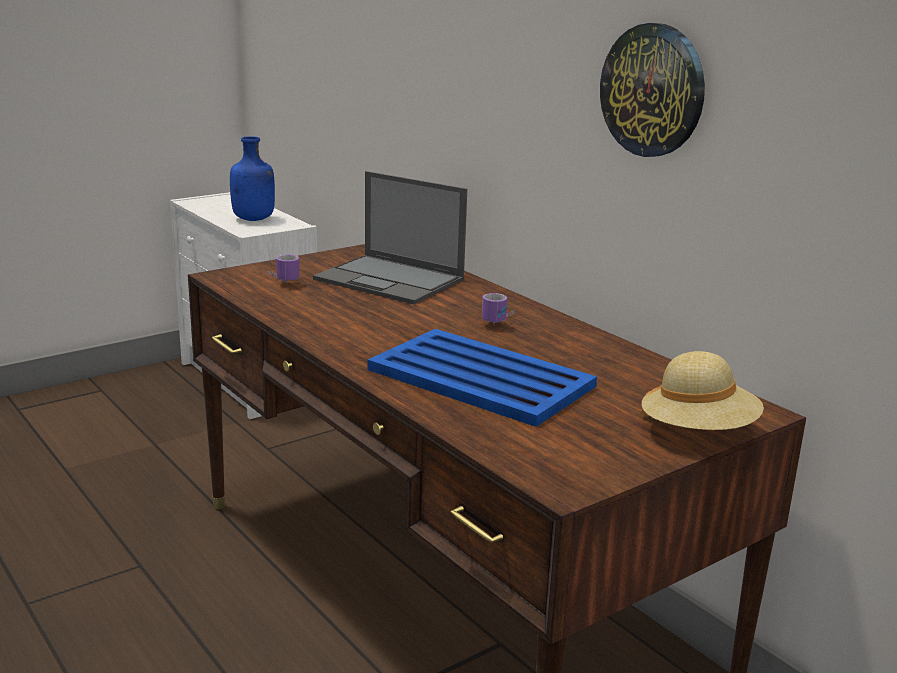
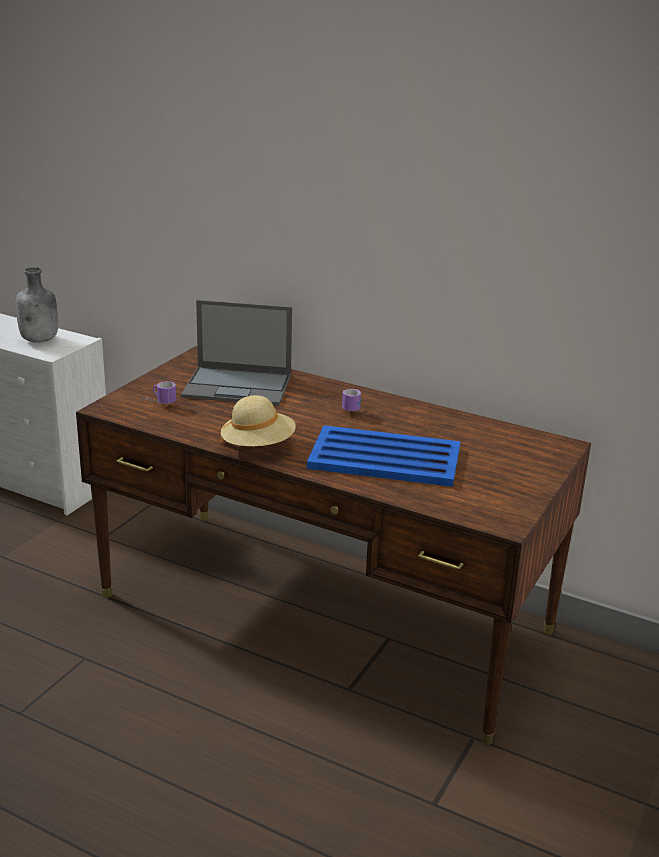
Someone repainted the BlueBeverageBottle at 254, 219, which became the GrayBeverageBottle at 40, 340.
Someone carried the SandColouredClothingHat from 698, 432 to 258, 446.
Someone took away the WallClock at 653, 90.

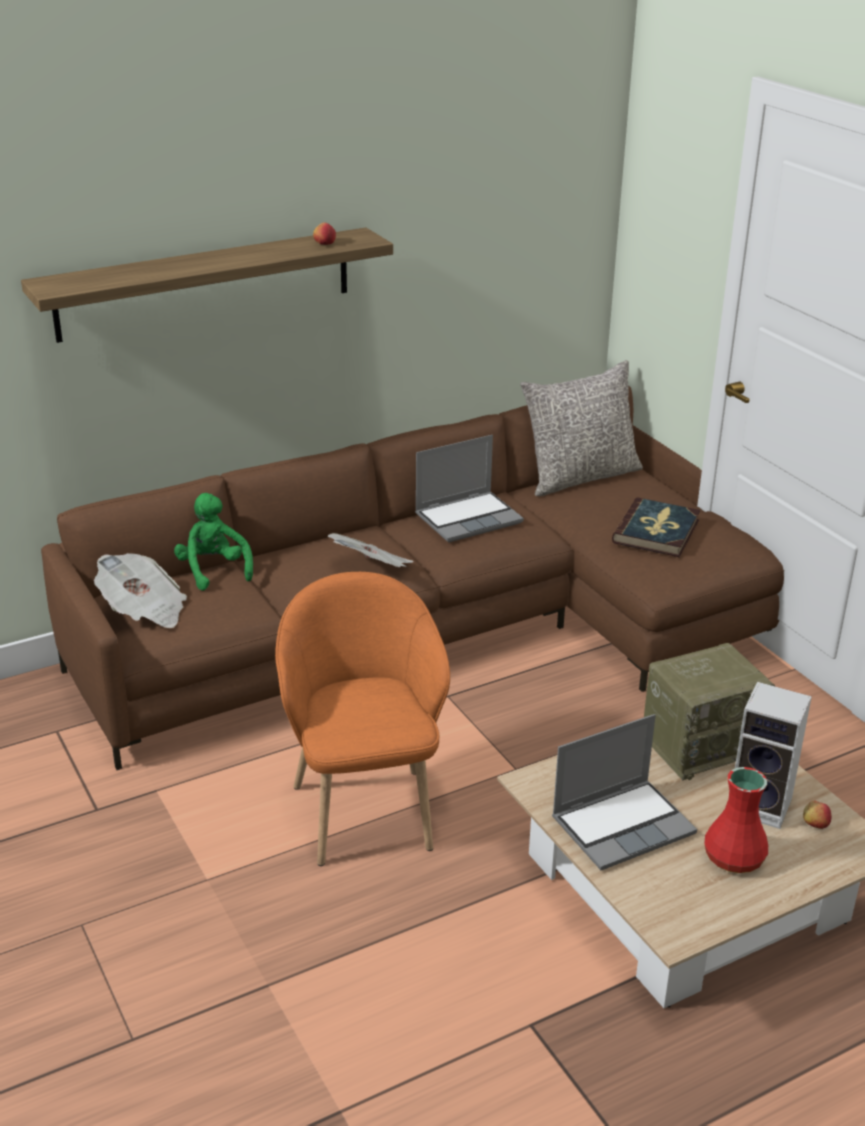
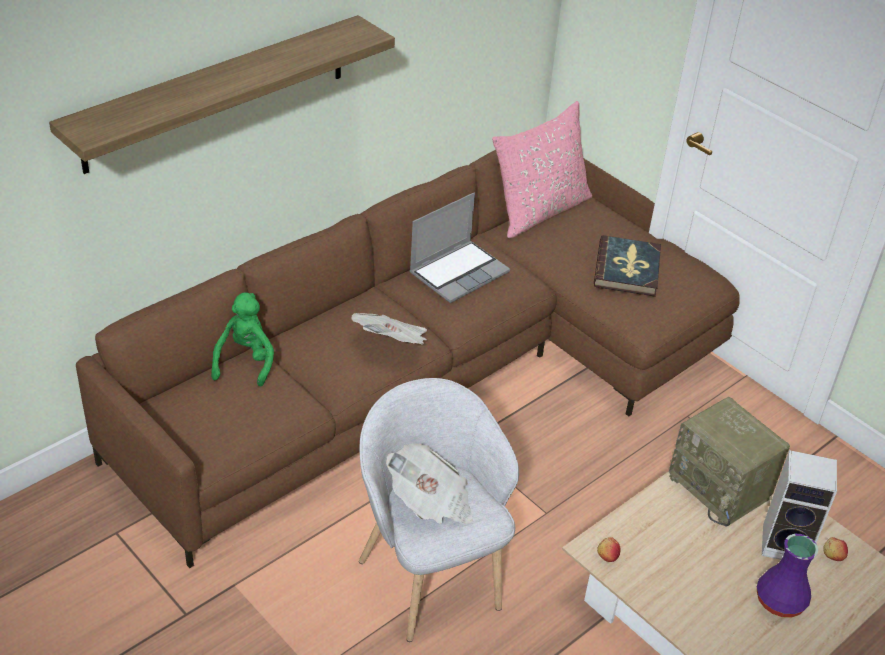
Someone rotated the GreenishPlushToy at 213, 570 by 45 degrees clockwise.
Someone repainted the OrangeColouredArmchair at 364, 811, which became the GrayArmchair at 430, 578.
Someone carried the DailyPaper from 144, 611 to 430, 502.
Someone repainted the GrayCushion at 580, 476, which became the PinkCushion at 539, 211.
Someone carried the WholeApple from 324, 244 to 607, 556.
Someone rotated the RadioSet at 702, 745 by 90 degrees clockwise.
Someone repainted the ReddishVase at 735, 859, which became the PurpleColouredVase at 781, 602.
Someone took away the Laptop at 623, 825.

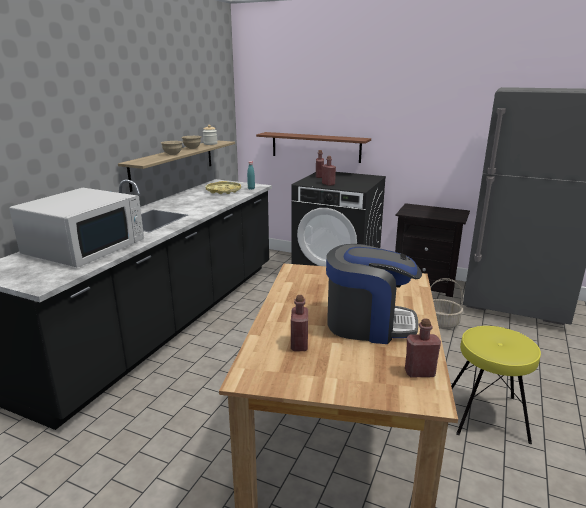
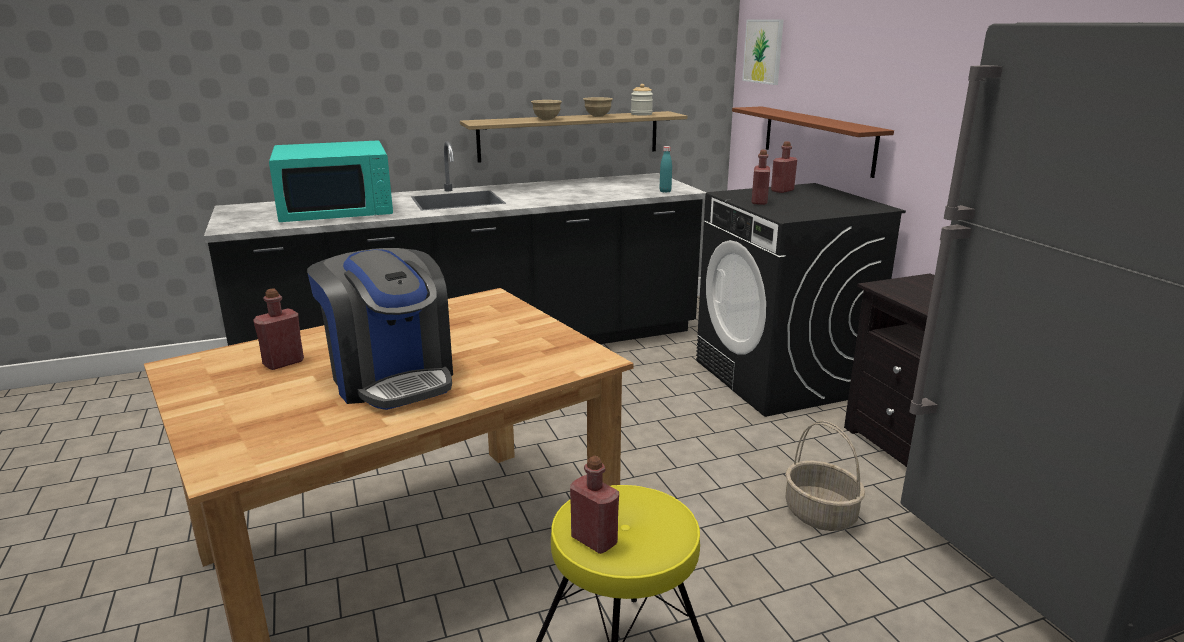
Someone repainted the WhiteKitchenMicrowave at 86, 247, which became the TurquoiseKitchenMicrowave at 337, 209.
Someone carried the ReddishBeverageBottle from 419, 373 to 594, 540.
Someone put up the WallArt at 763, 51.
Someone took away the YellowTray at 223, 191.

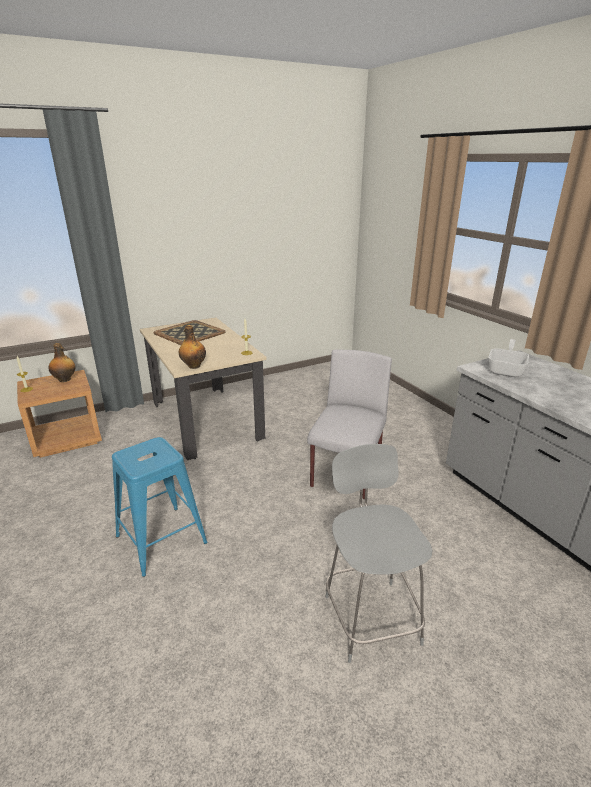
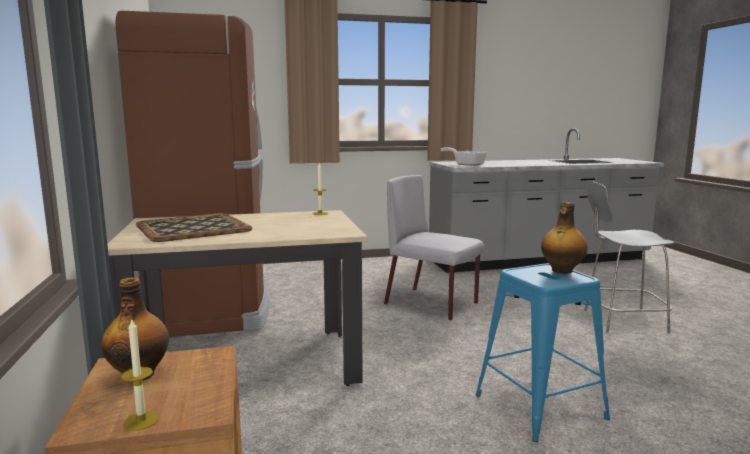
Someone put down the BrownishKitchenFridge at 213, 306.
Someone carried the BeverageBottle from 193, 366 to 561, 271.

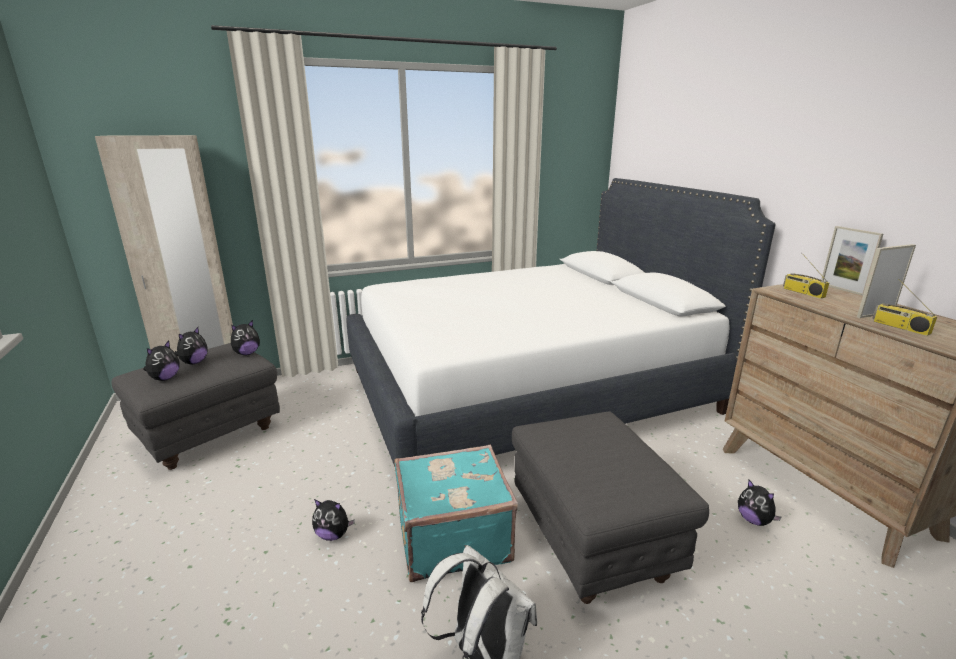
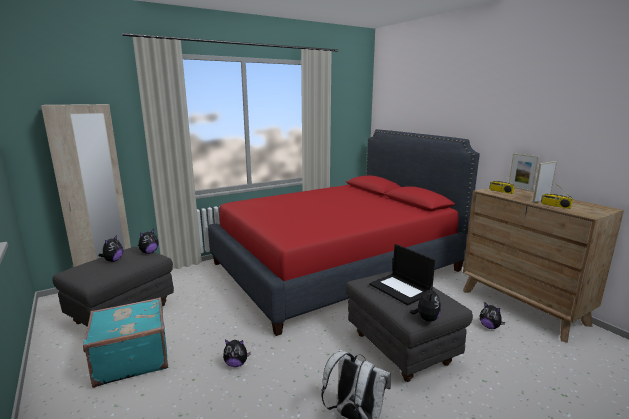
Someone carried the TurquoisePieceOfLuggage from 452, 536 to 131, 359.
Someone repainted the WhiteBedroomBed at 528, 390, which became the ReddishBedroomBed at 336, 267.
Someone put down the Laptop at 401, 289.
Someone carried the PlushToy from 165, 378 to 426, 319.

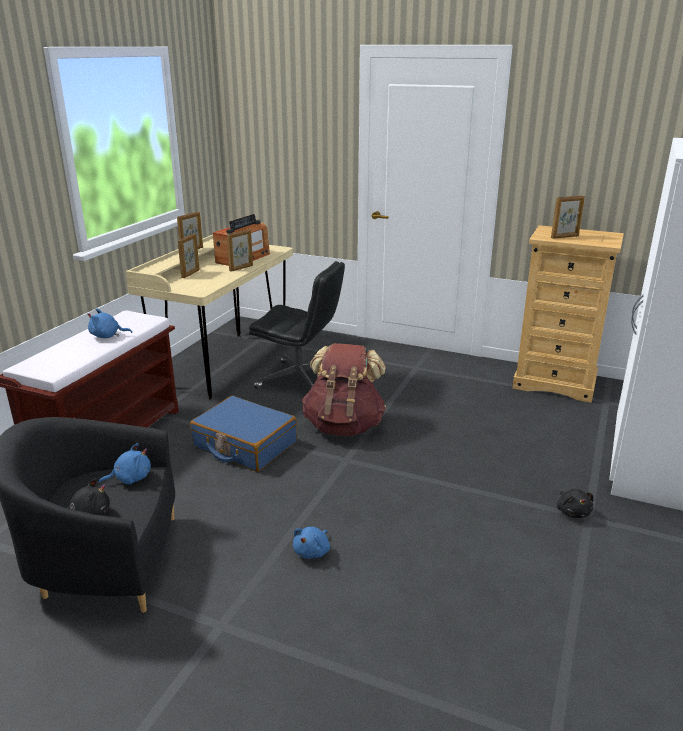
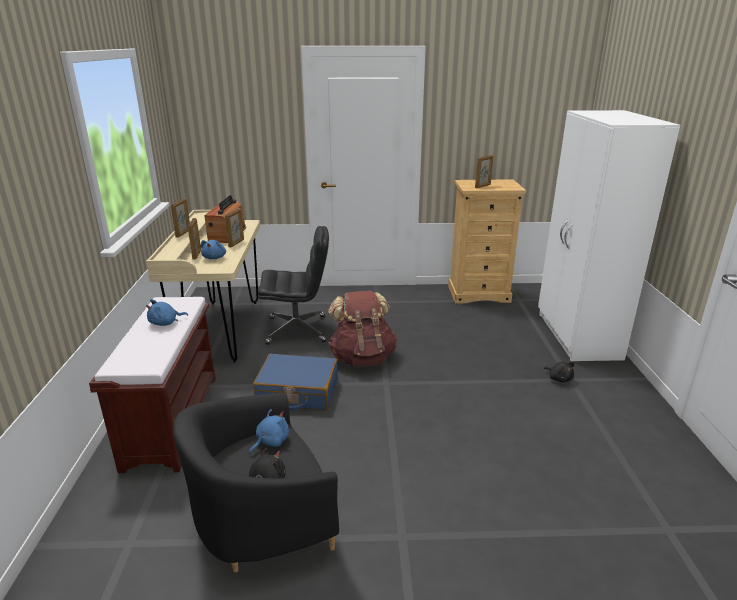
Someone carried the BluePlushToy from 313, 552 to 215, 257.

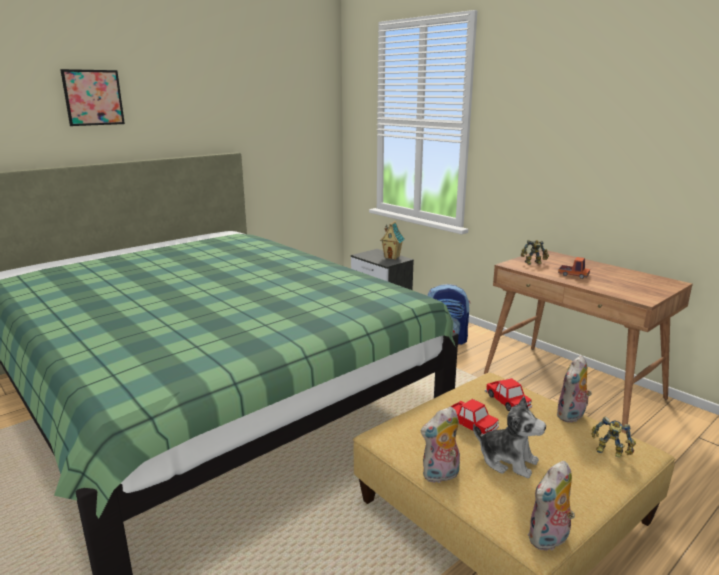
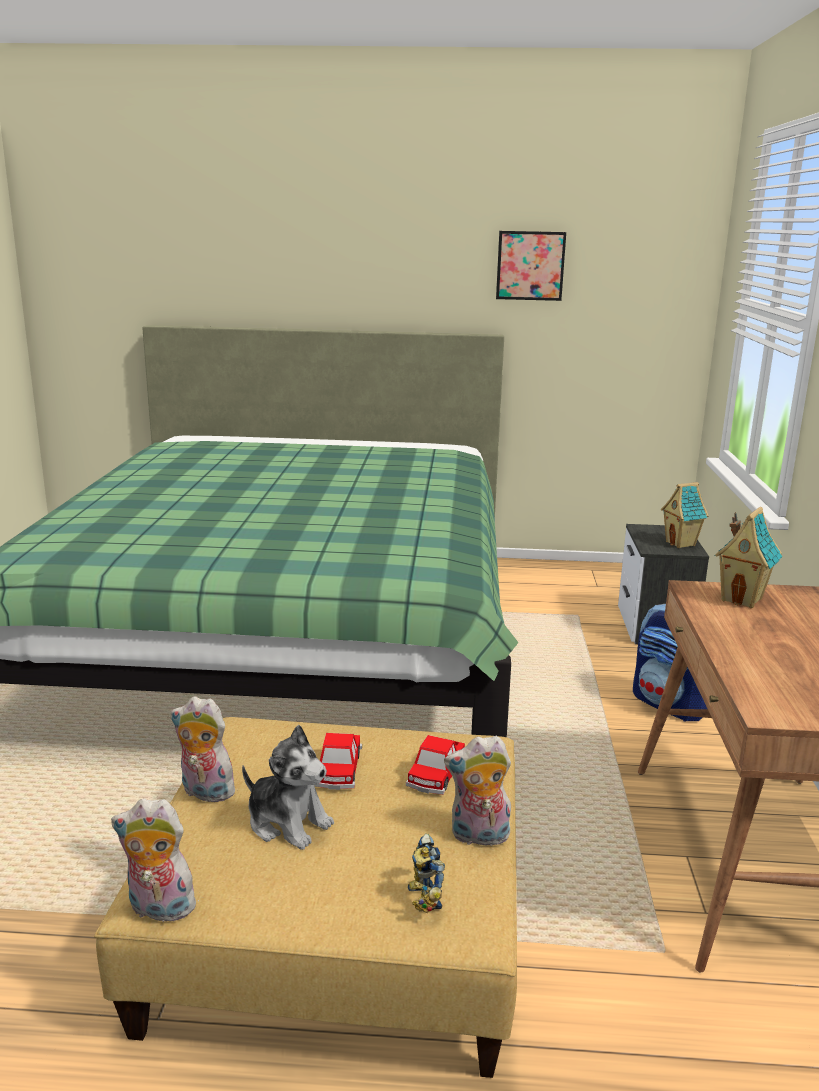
Someone rotated the PlushToy at 507, 460 by 45 degrees counterclockwise.
Someone carried the WallArt from 93, 97 to 530, 266.
Someone swapped the ToyRobot at 534, 263 for the MiniatureHouse at 742, 599.
Someone took away the ToyTruck at 573, 275.

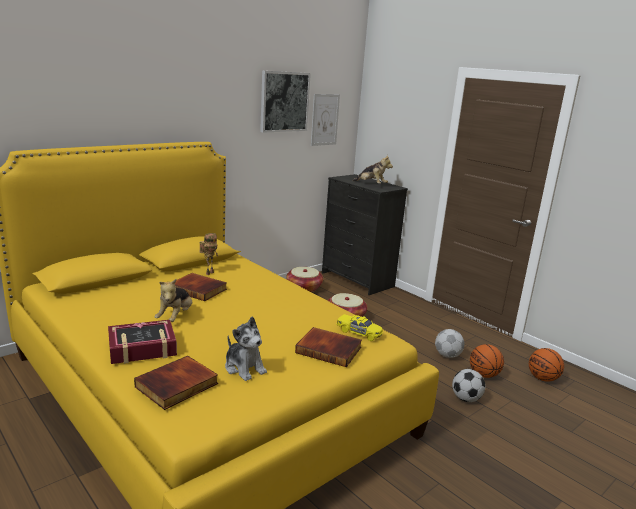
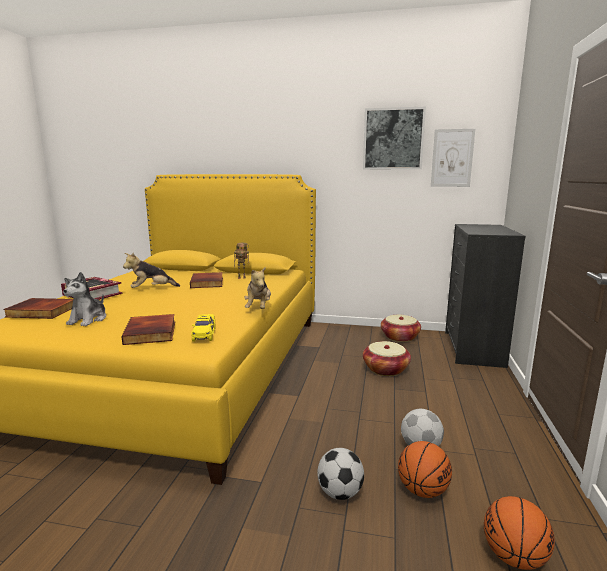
Someone carried the PlushToy from 371, 185 to 259, 308.

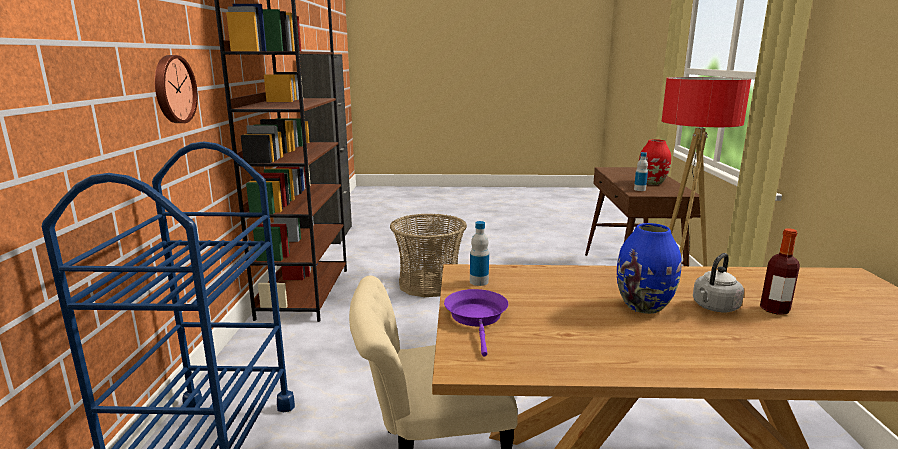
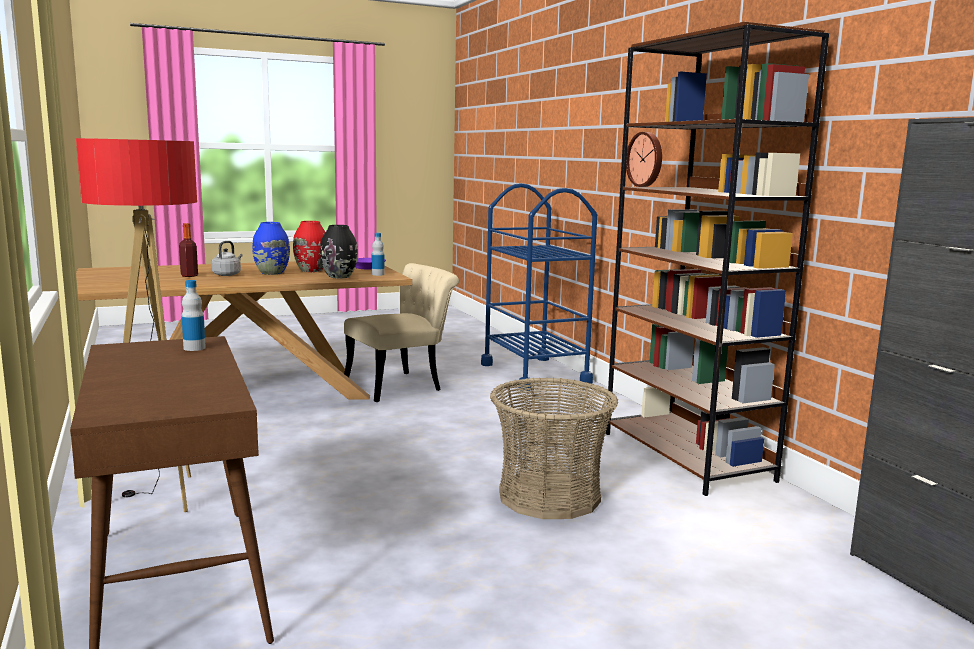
Someone carried the ReddishVase from 652, 183 to 311, 270.
Someone put down the BlackishVase at 339, 276.

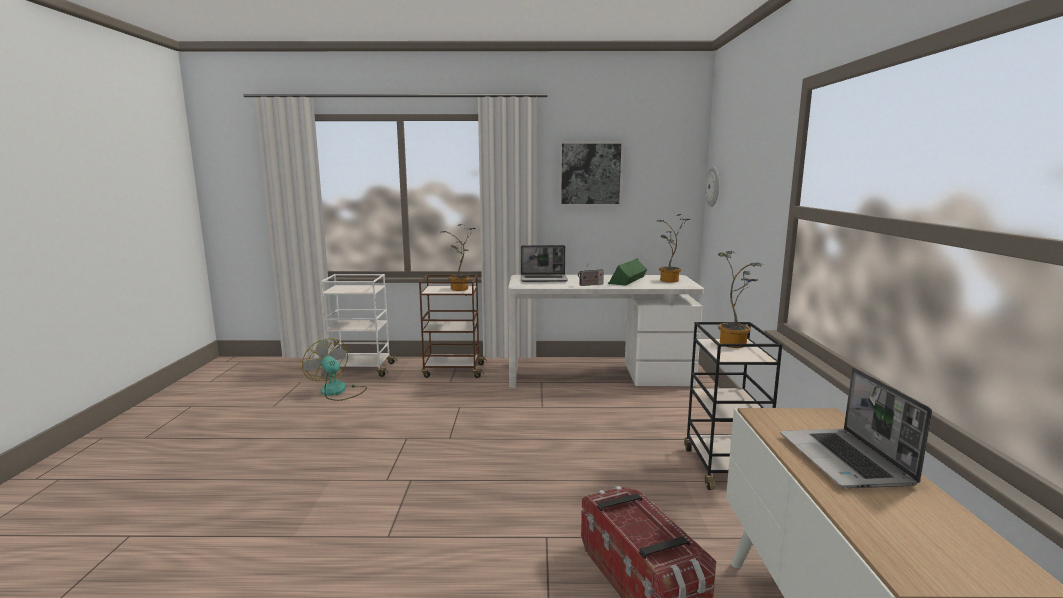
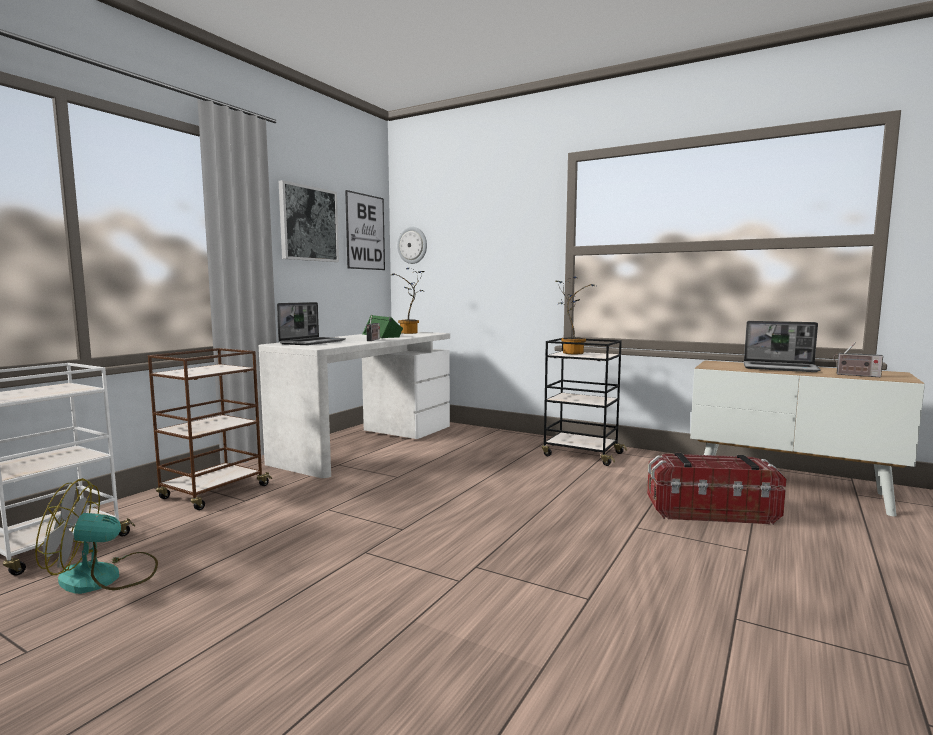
Someone put up the WallArt at 365, 232.
Someone put down the RadioSet at 855, 375.
Someone took away the PlantInAPot at 460, 289.

